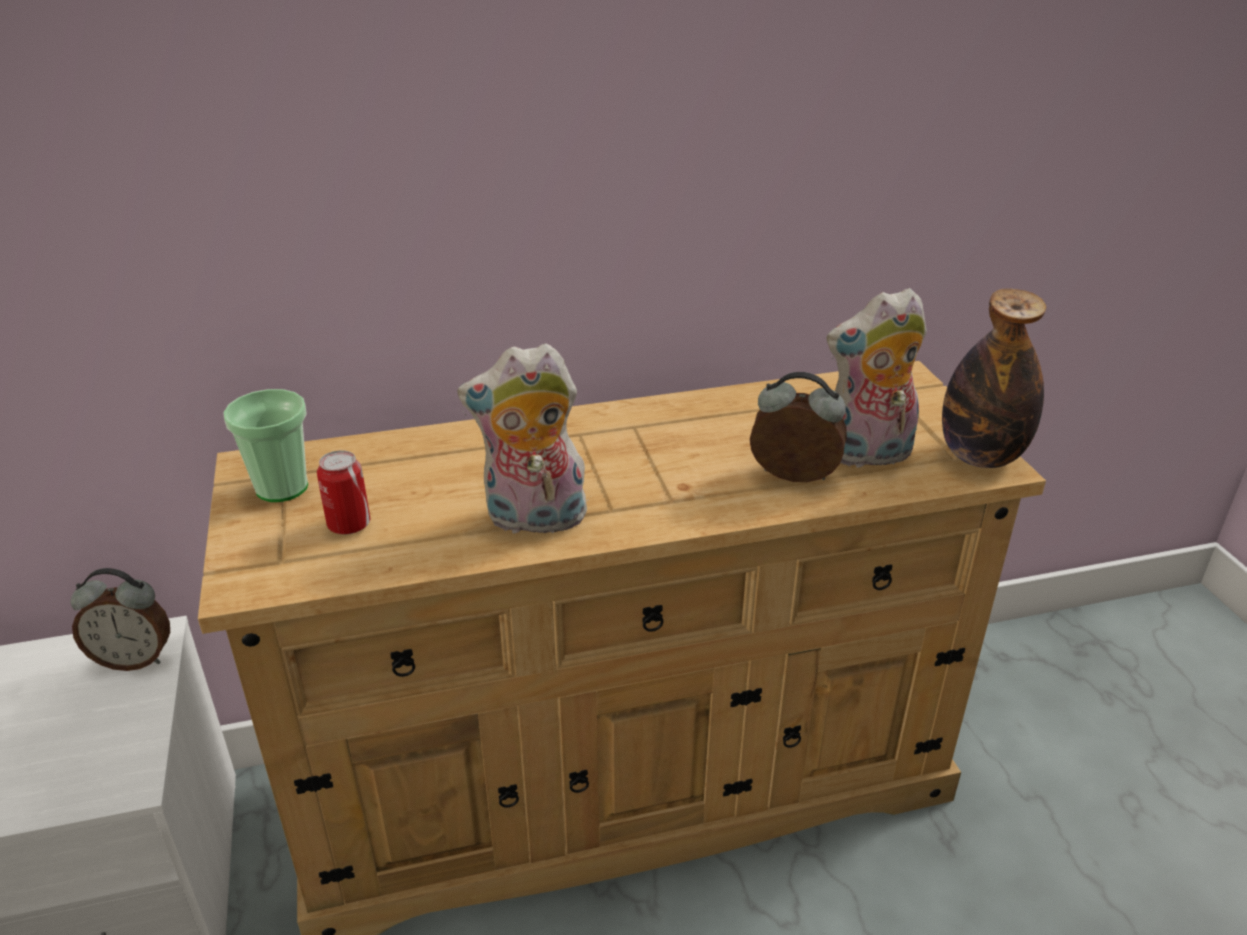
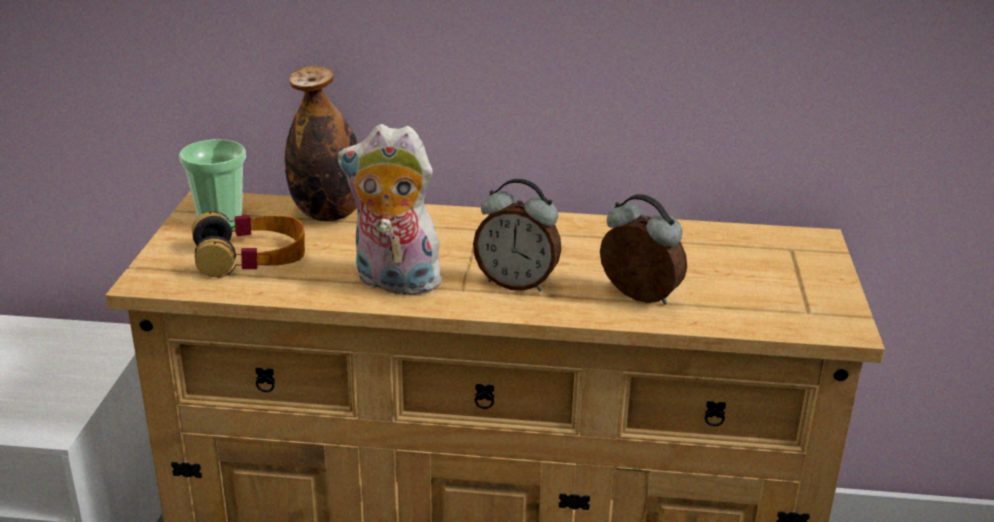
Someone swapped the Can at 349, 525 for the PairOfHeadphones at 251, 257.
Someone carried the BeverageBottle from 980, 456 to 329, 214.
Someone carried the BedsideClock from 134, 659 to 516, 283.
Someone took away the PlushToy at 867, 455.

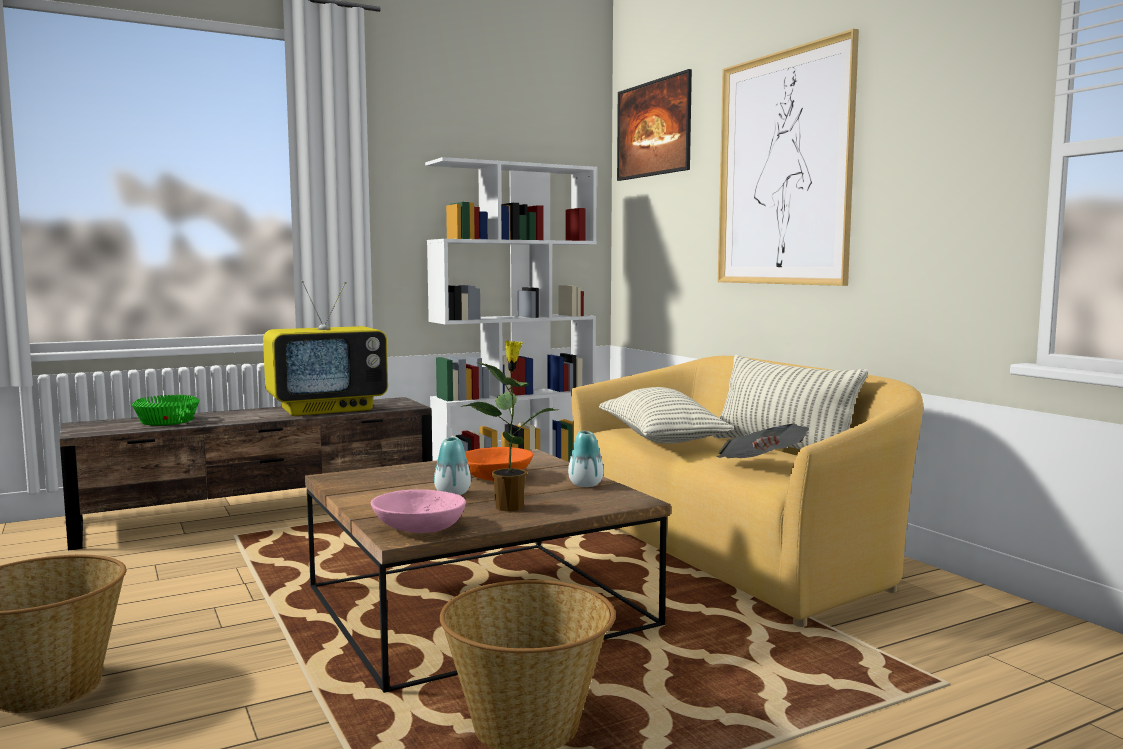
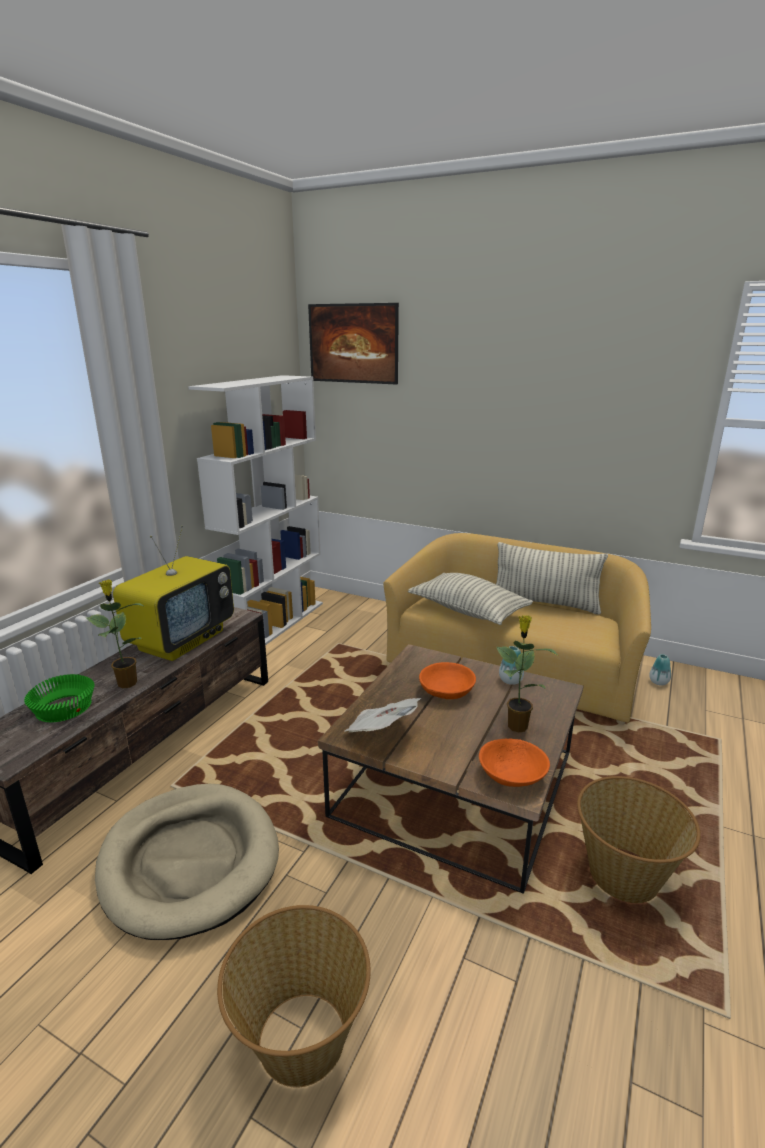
Someone put down the PlantInAPot at 126, 682.
Someone put down the SandColouredPetBed at 190, 861.
Someone carried the DailyPaper from 760, 467 to 381, 731.
Someone repainted the PinkBowl at 418, 527, which became the OrangeColouredBowl at 512, 775.
Someone carried the Vase from 452, 493 to 658, 682.
Someone took away the WallArt at 783, 169.

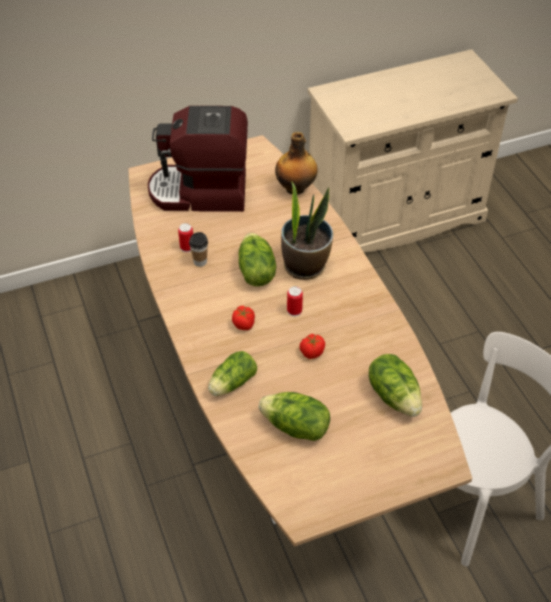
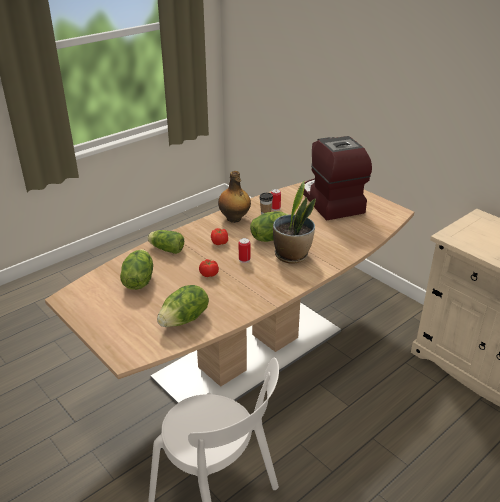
Someone carried the BeverageBottle from 296, 188 to 234, 219.

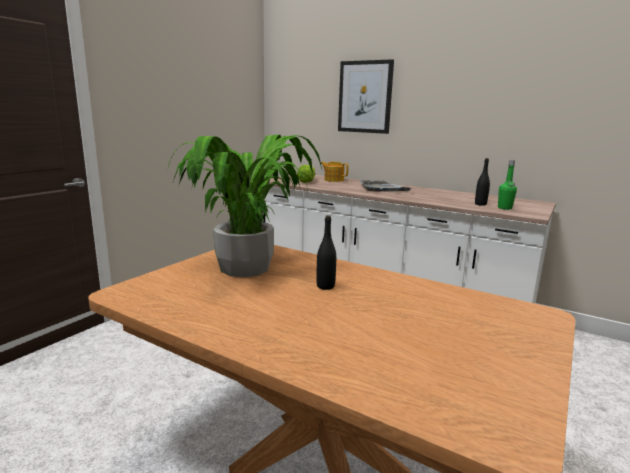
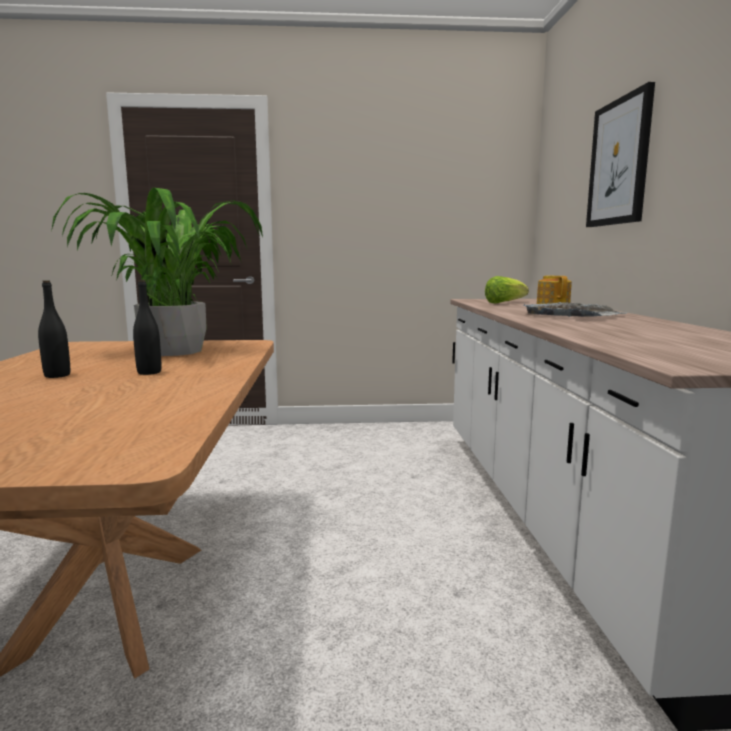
Someone carried the BlackishBeverageBottle from 480, 204 to 57, 375.
Someone took away the GreenishBeverageBottle at 504, 208.

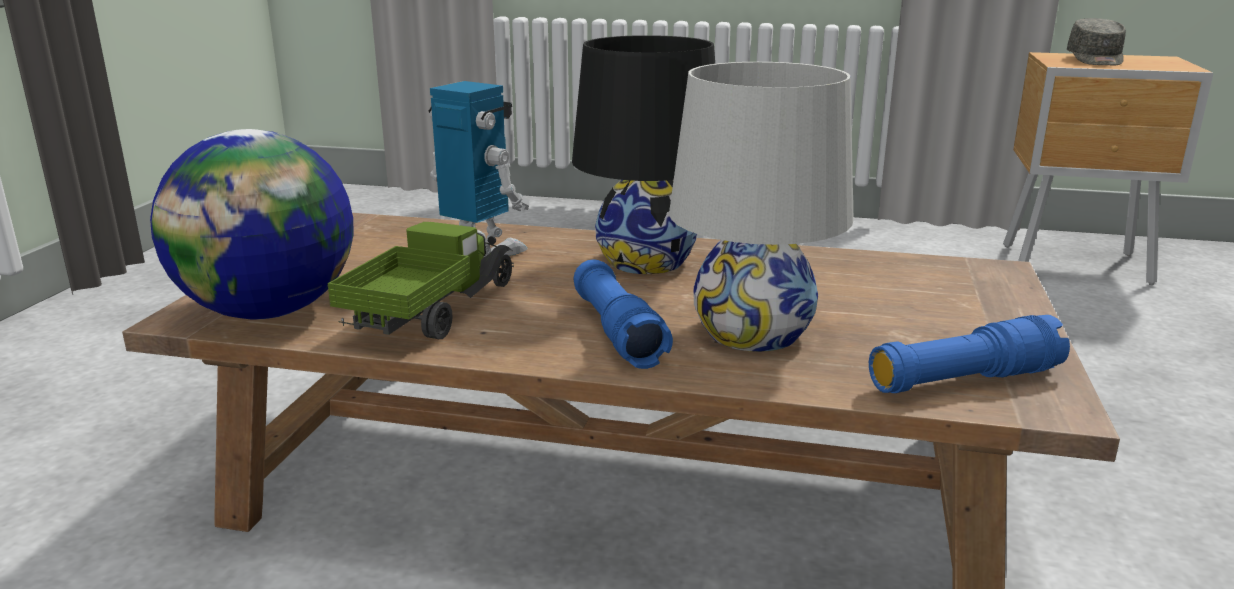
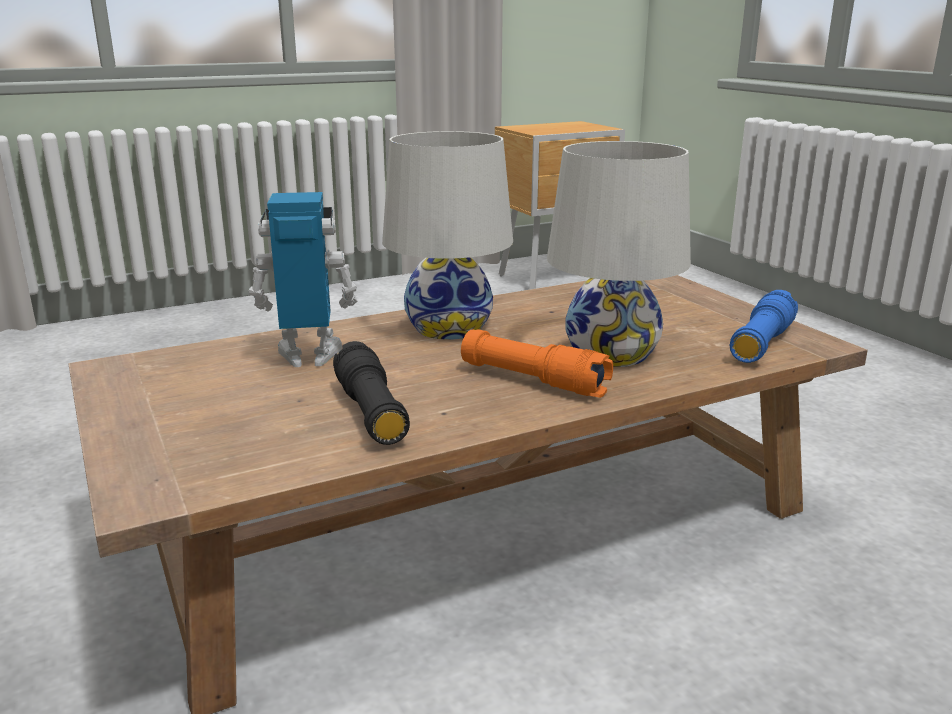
Someone swapped the ToyTruck at 432, 311 for the BlackishTorch at 371, 412.
Someone repainted the BlackishTabletopLamp at 646, 261, which became the WhiteTabletopLamp at 449, 328.
Someone repainted the BlueTorch at 617, 331, which became the OrangeColouredTorch at 533, 380.
Someone took away the WorldGlobe at 270, 311.
Someone took away the GrayBaseballCap at 1095, 60.

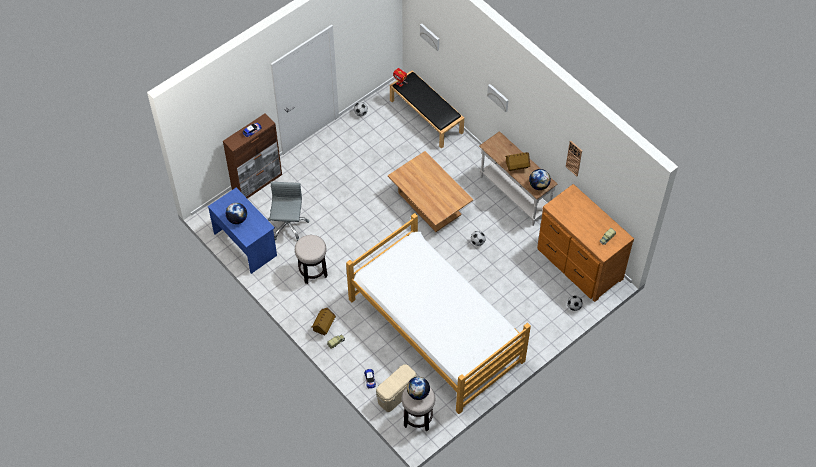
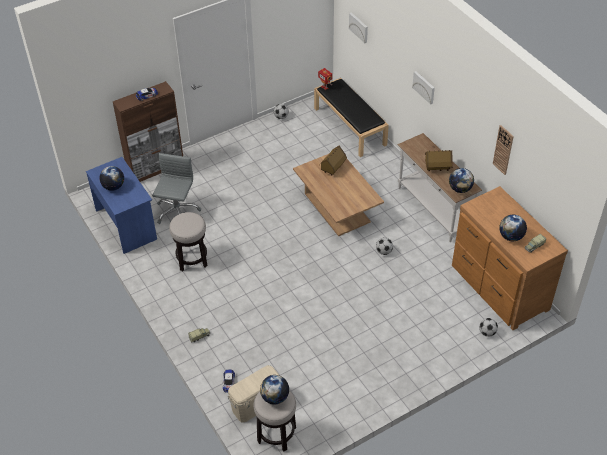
Someone carried the MiniatureHouse from 323, 326 to 332, 168.
Someone put down the WorldGlobe at 511, 236.
Someone took away the BedroomBed at 435, 330.

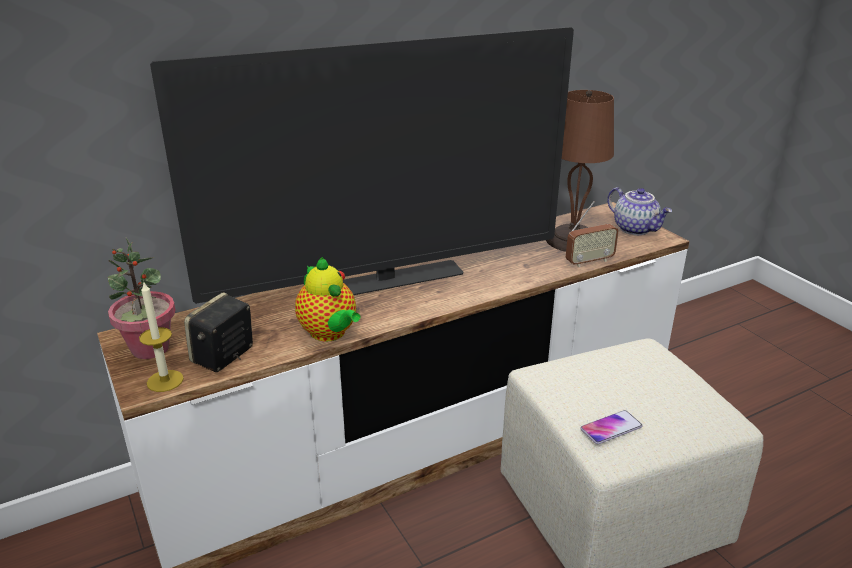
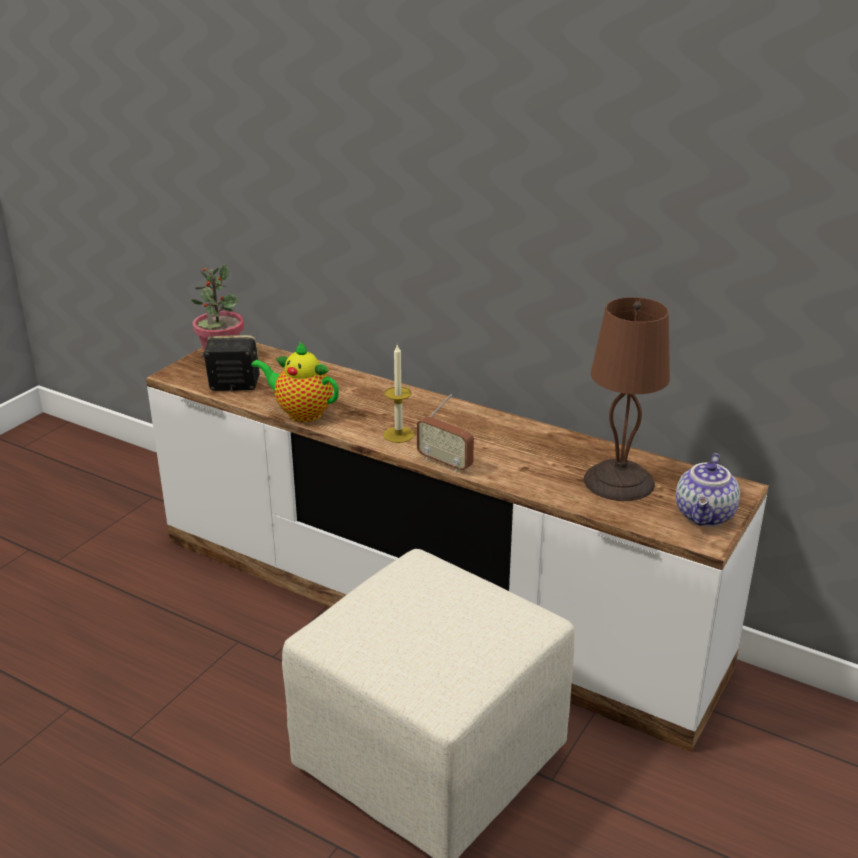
Someone rotated the PotForTea at 329, 333 by 90 degrees clockwise.
Someone carried the WaxLight from 165, 381 to 398, 435.
Someone carried the RadioSet from 589, 261 to 445, 463.
Someone took away the Television at 386, 282.
Someone took away the Handset at 611, 428.

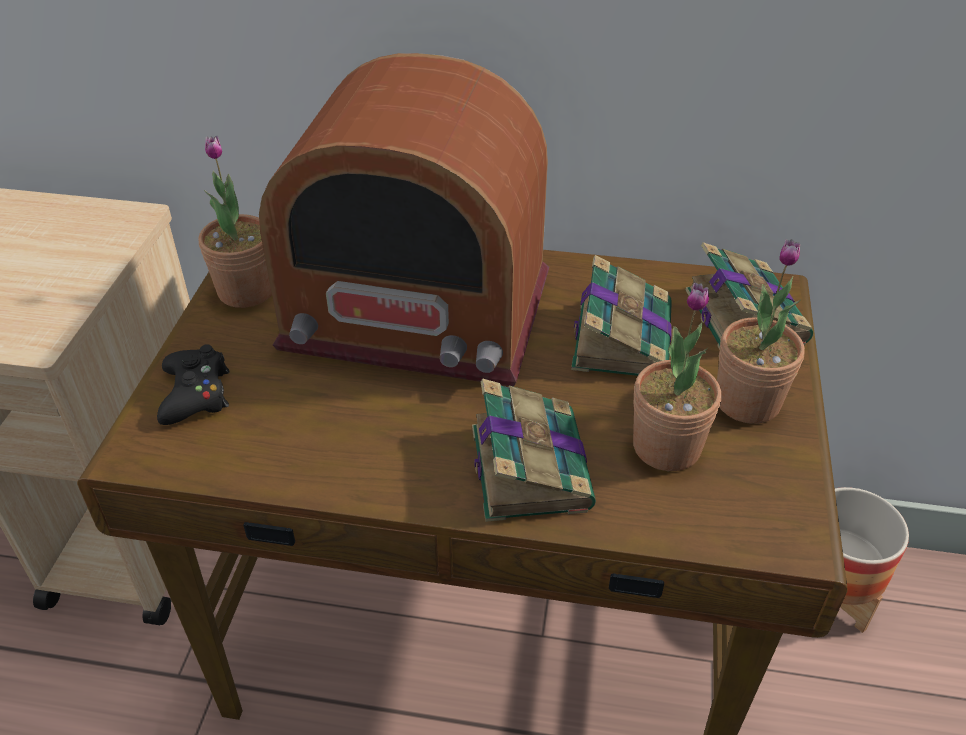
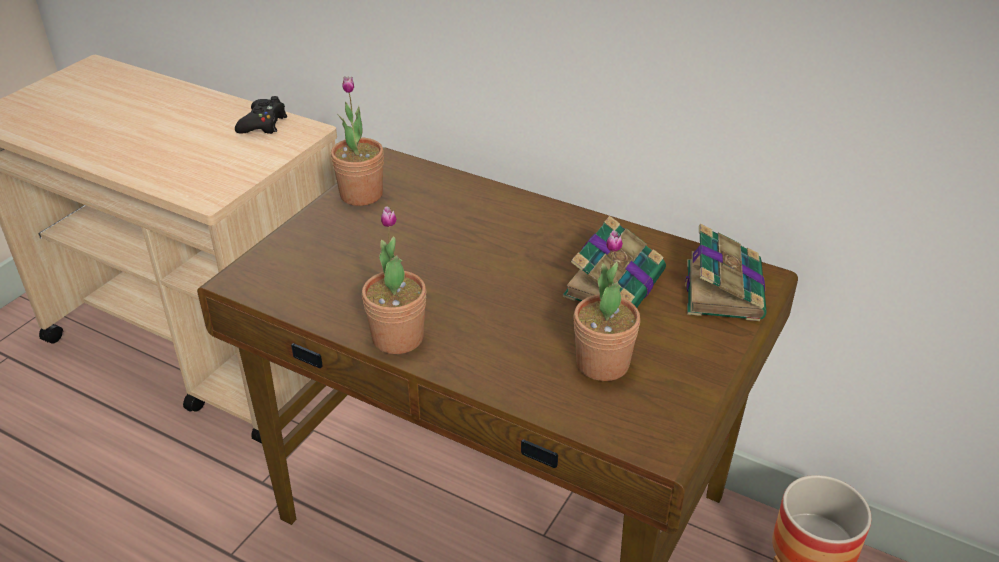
Someone carried the BlackishJoypad from 196, 394 to 263, 124.
Someone carried the PlantInAPot from 747, 401 to 398, 338.
Someone took away the RadioSet at 417, 312.
Someone took away the BoundBook at 529, 465.

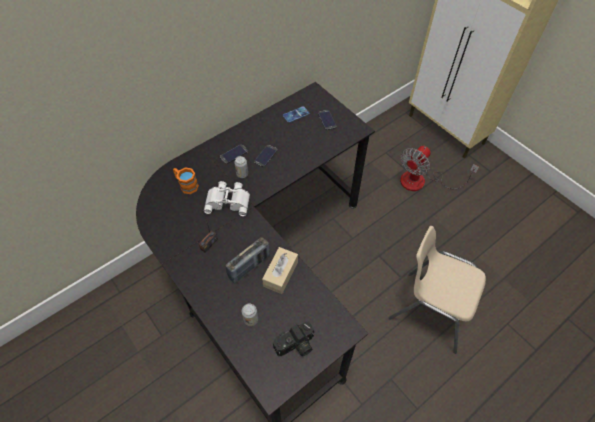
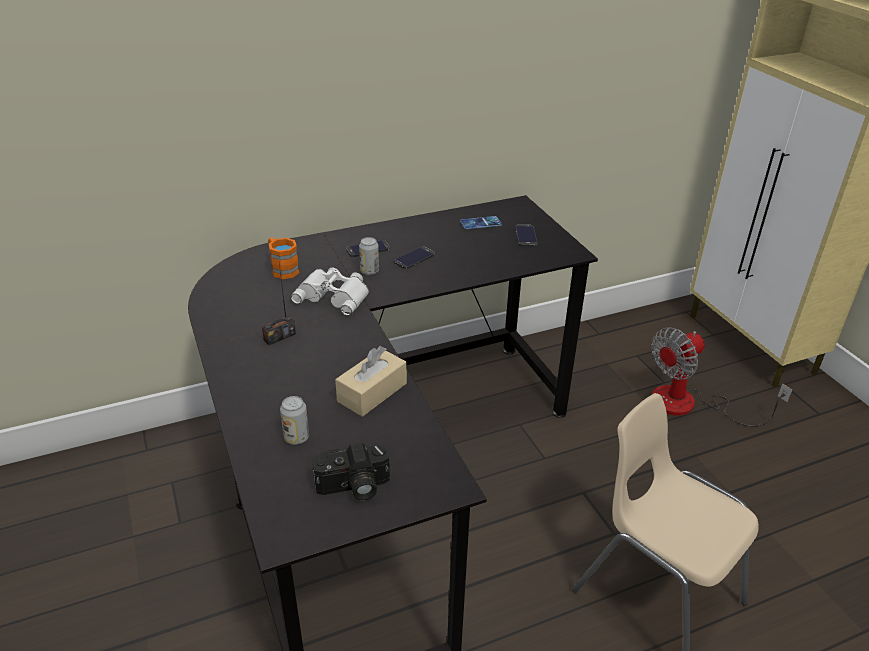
Someone took away the RadioSet at 249, 267.

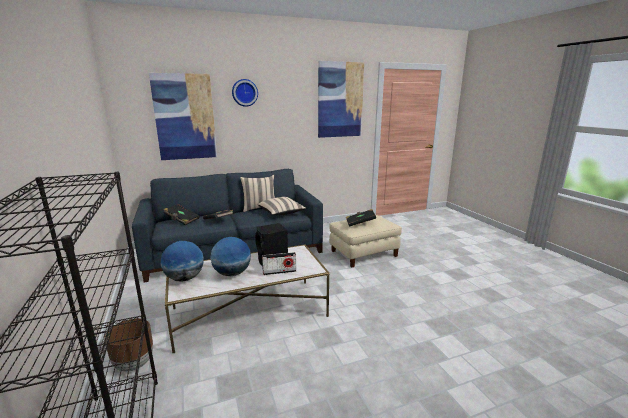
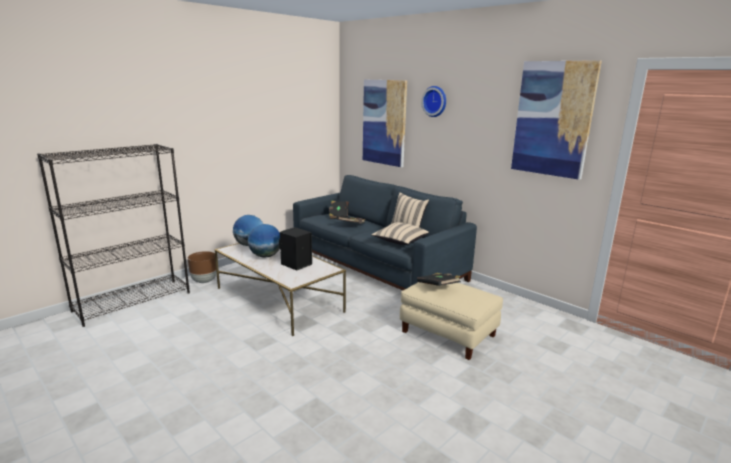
Someone took away the RadioSet at 279, 272.

